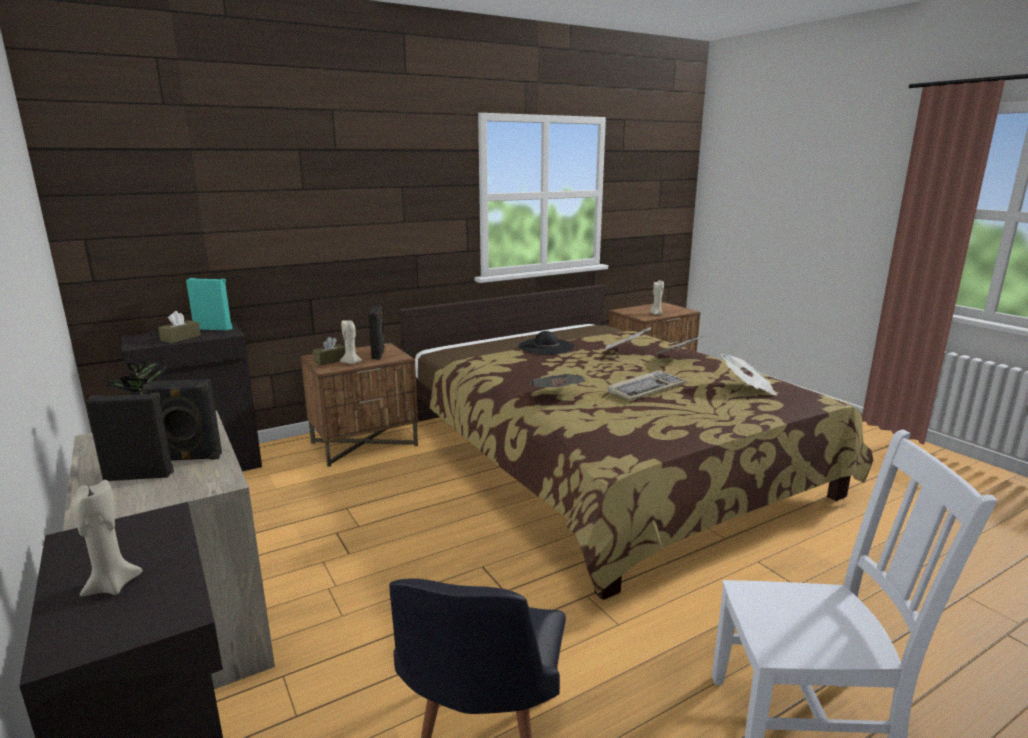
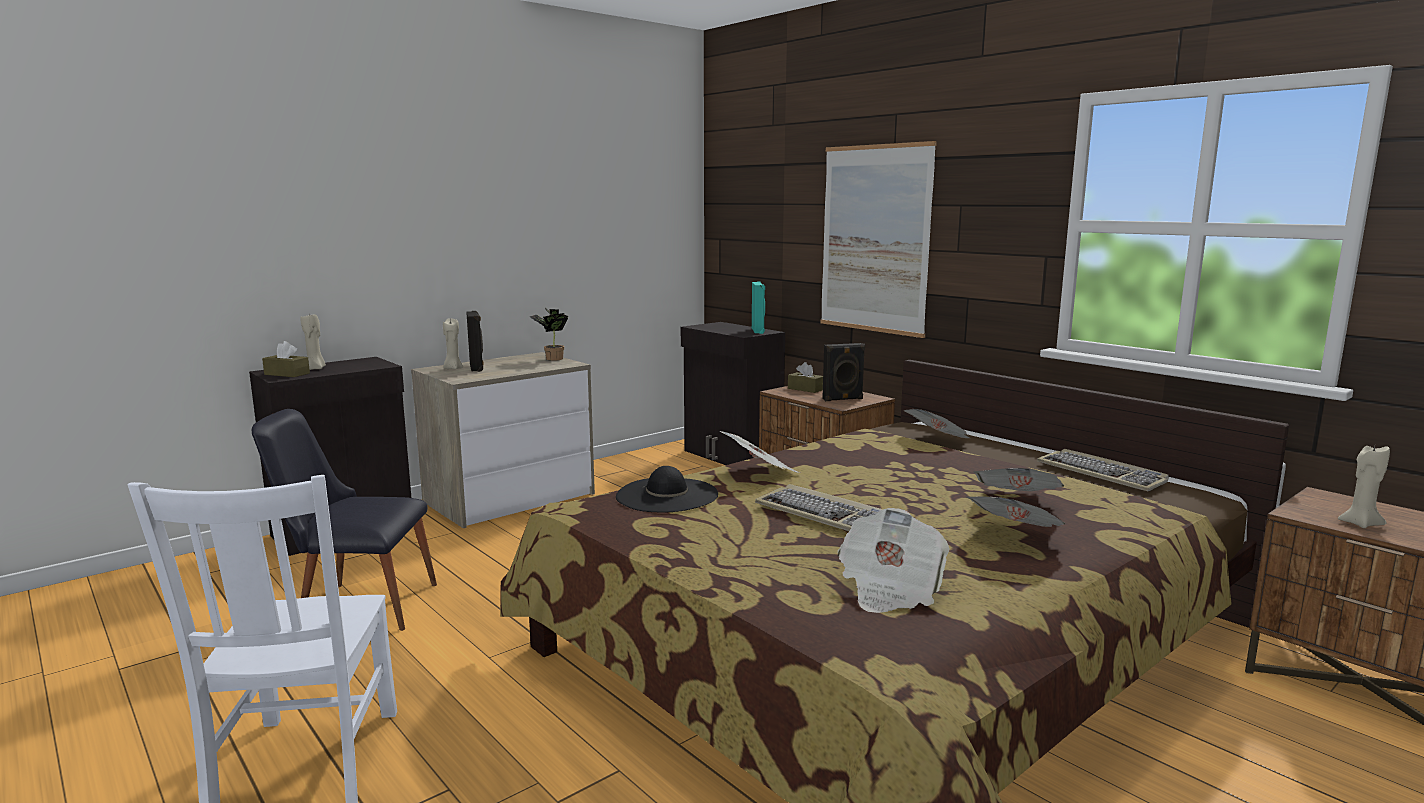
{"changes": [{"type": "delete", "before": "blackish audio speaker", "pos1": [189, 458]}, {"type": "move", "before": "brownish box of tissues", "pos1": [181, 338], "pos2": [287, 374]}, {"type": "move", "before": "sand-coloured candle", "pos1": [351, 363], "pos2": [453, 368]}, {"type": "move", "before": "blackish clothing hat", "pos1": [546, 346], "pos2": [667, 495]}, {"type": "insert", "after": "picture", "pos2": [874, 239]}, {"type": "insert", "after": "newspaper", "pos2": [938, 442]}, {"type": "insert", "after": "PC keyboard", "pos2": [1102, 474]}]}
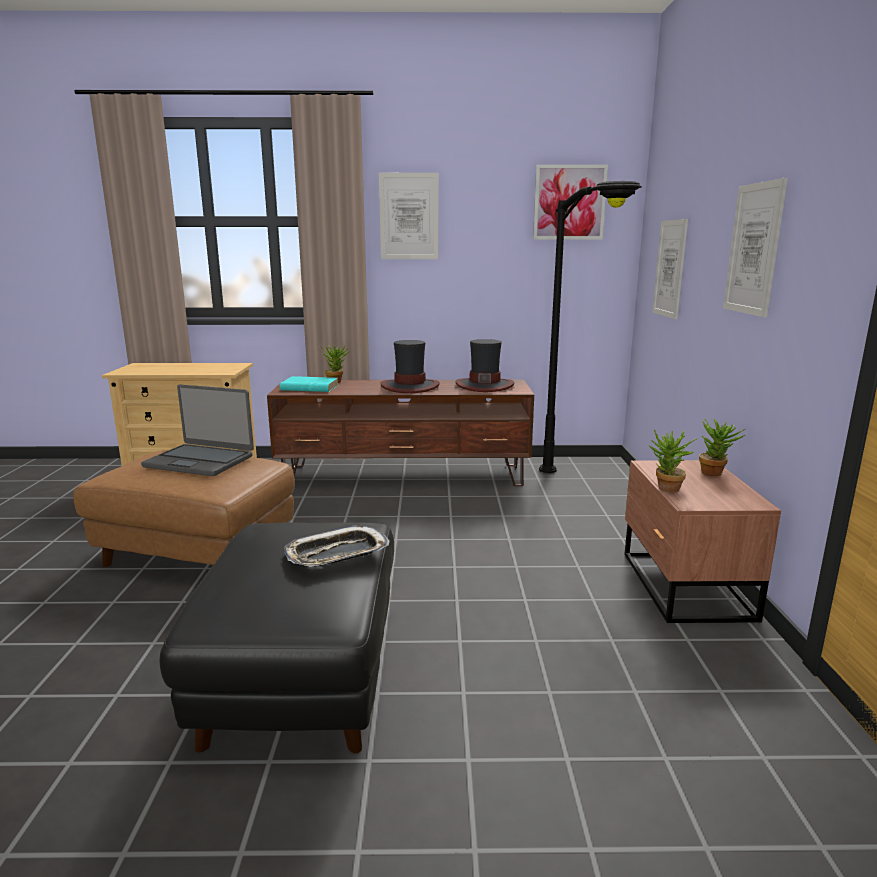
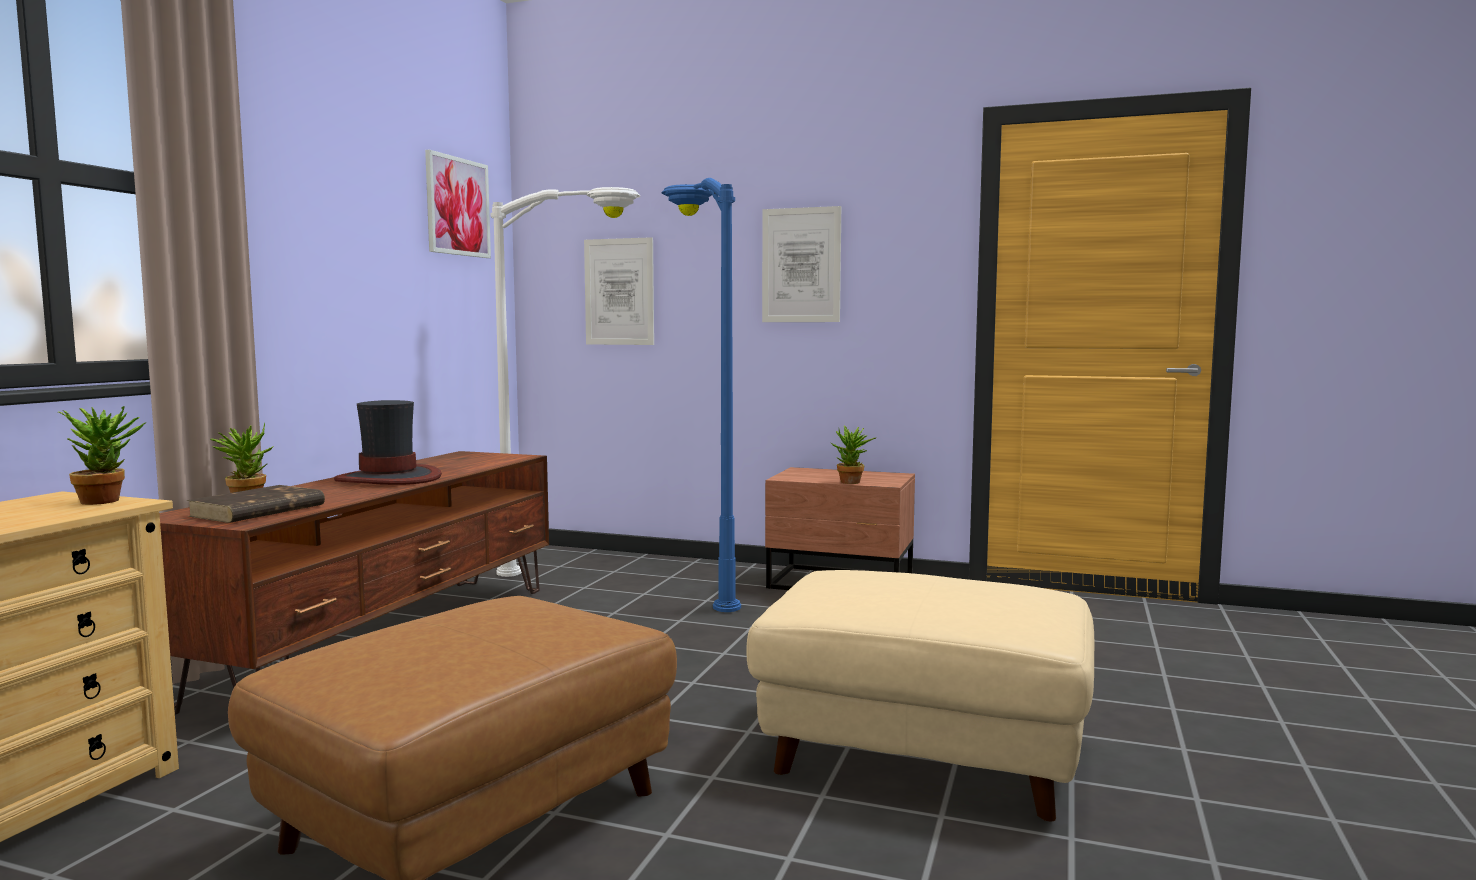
{"changes": [{"type": "delete", "before": "notebook computer", "pos1": [200, 461]}, {"type": "recolor", "before": "blackish pouffe", "after": "sand-coloured pouffe", "pos1": [303, 676], "pos2": [924, 753]}, {"type": "recolor", "before": "turquoise-coloured bound book", "after": "brownish bound book", "pos1": [309, 388], "pos2": [257, 511]}, {"type": "delete", "before": "serving tray", "pos1": [337, 554]}, {"type": "delete", "before": "picture", "pos1": [409, 216]}, {"type": "delete", "before": "clothing hat", "pos1": [484, 385]}, {"type": "recolor", "before": "blackish standard lamp", "after": "white-coloured standard lamp", "pos1": [579, 489], "pos2": [588, 572]}, {"type": "move", "before": "houseplant", "pos1": [715, 473], "pos2": [107, 500]}, {"type": "insert", "after": "blue standard lamp", "pos2": [700, 585]}]}
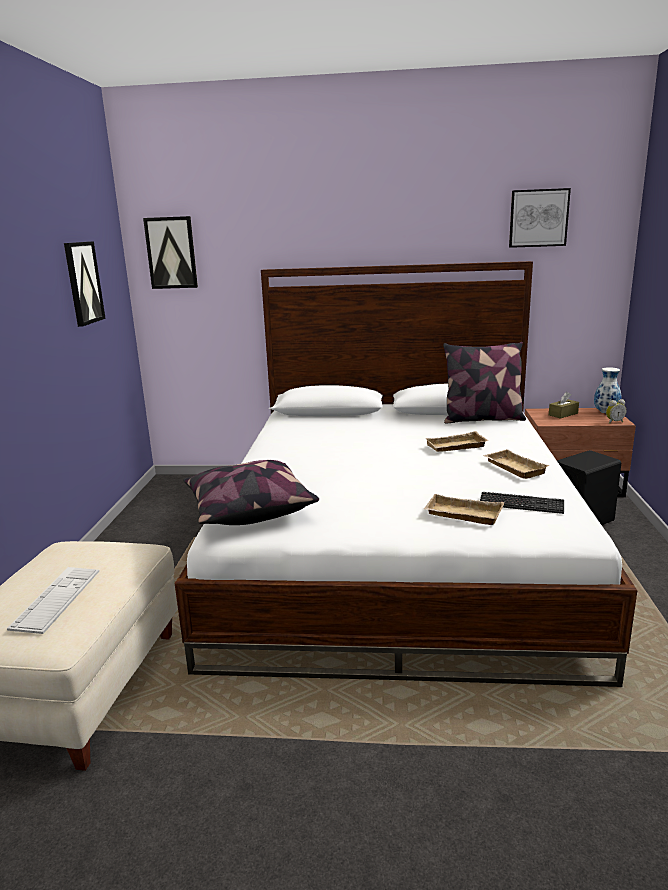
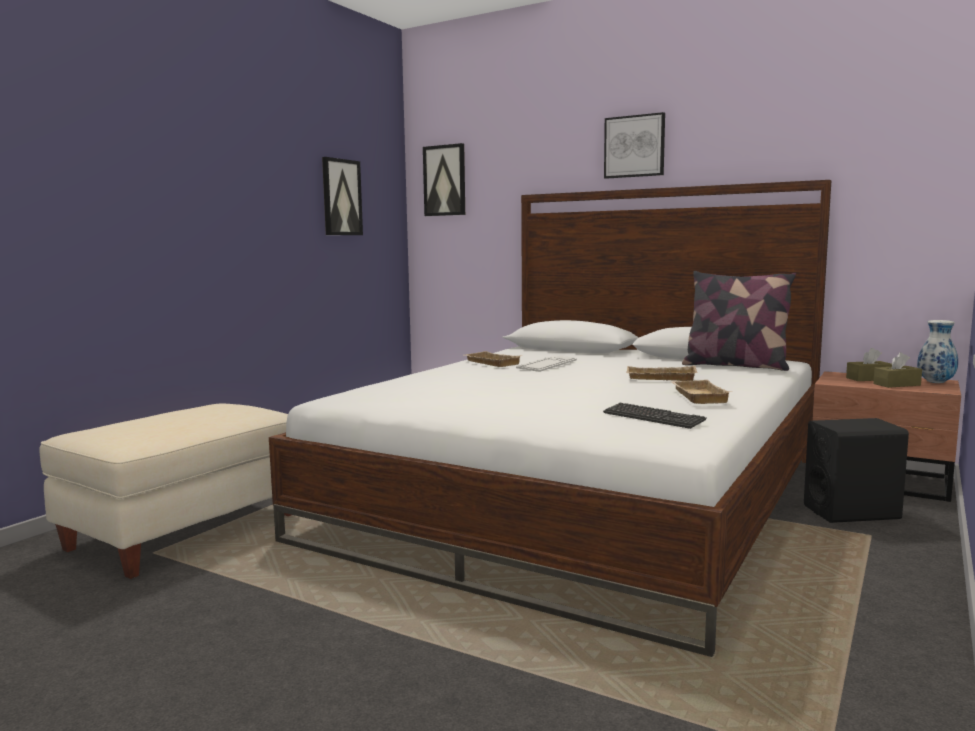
{"changes": [{"type": "move", "before": "PC keyboard", "pos1": [57, 599], "pos2": [547, 364]}, {"type": "delete", "before": "throw pillow", "pos1": [248, 509]}, {"type": "move", "before": "sand-coloured serving tray", "pos1": [462, 515], "pos2": [490, 363]}, {"type": "move", "before": "picture", "pos1": [538, 218], "pos2": [634, 146]}, {"type": "delete", "before": "table clock", "pos1": [614, 422]}, {"type": "insert", "after": "brownish box of tissues", "pos2": [896, 384]}]}
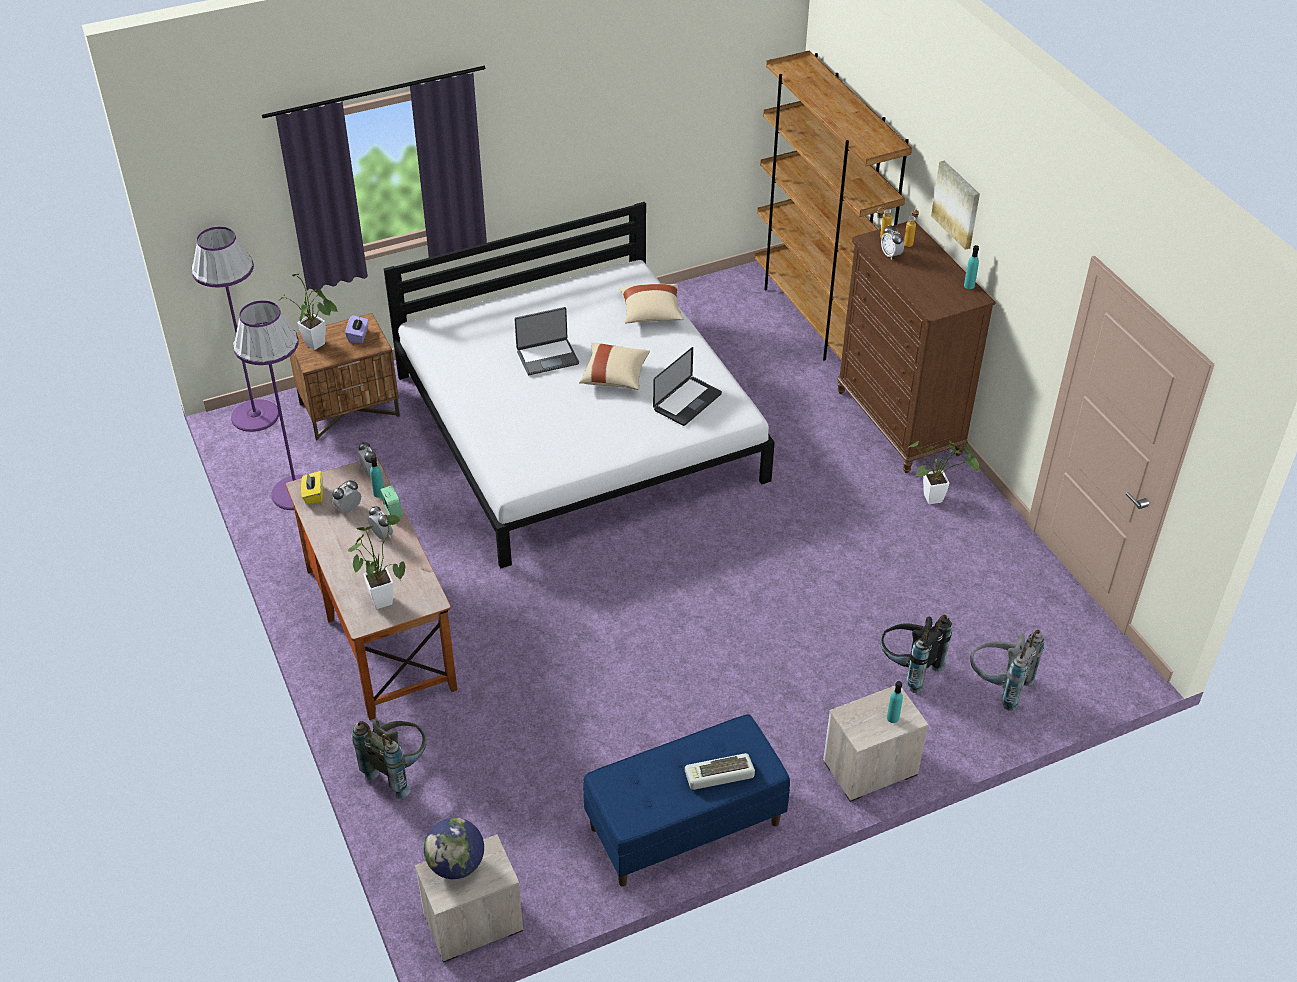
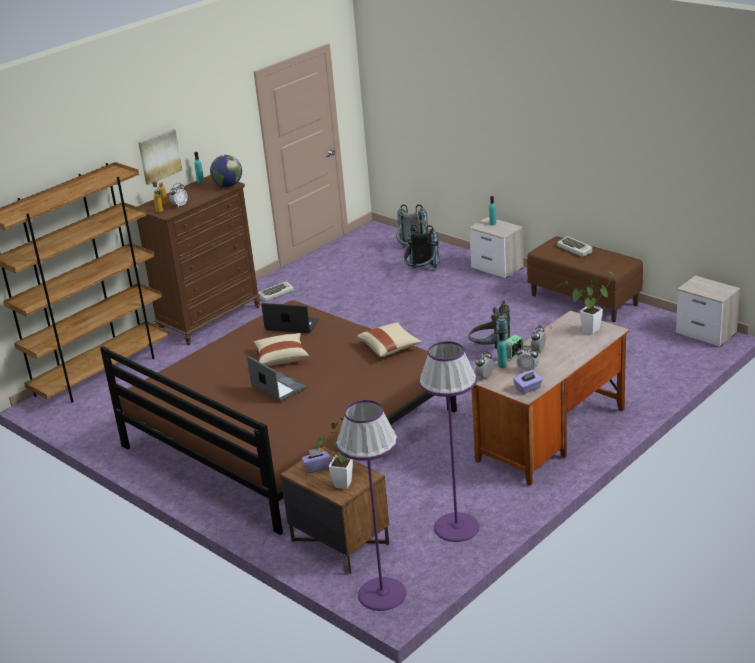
{"changes": [{"type": "recolor", "before": "yellow-coloured box of tissues", "after": "purple-coloured box of tissues", "pos1": [313, 495], "pos2": [528, 388]}, {"type": "move", "before": "grey rucksack", "pos1": [398, 769], "pos2": [491, 353]}, {"type": "recolor", "before": "white-coloured bedroom bed", "after": "brownish bedroom bed", "pos1": [578, 426], "pos2": [288, 428]}, {"type": "move", "before": "world globe", "pos1": [456, 865], "pos2": [228, 185]}, {"type": "recolor", "before": "blue bench", "after": "brownish bench", "pos1": [684, 826], "pos2": [584, 300]}, {"type": "move", "before": "sand-coloured throw pillow", "pos1": [651, 313], "pos2": [390, 348]}, {"type": "replace", "before": "houseplant", "after": "PC keyboard", "pos1": [937, 498], "pos2": [276, 294]}]}
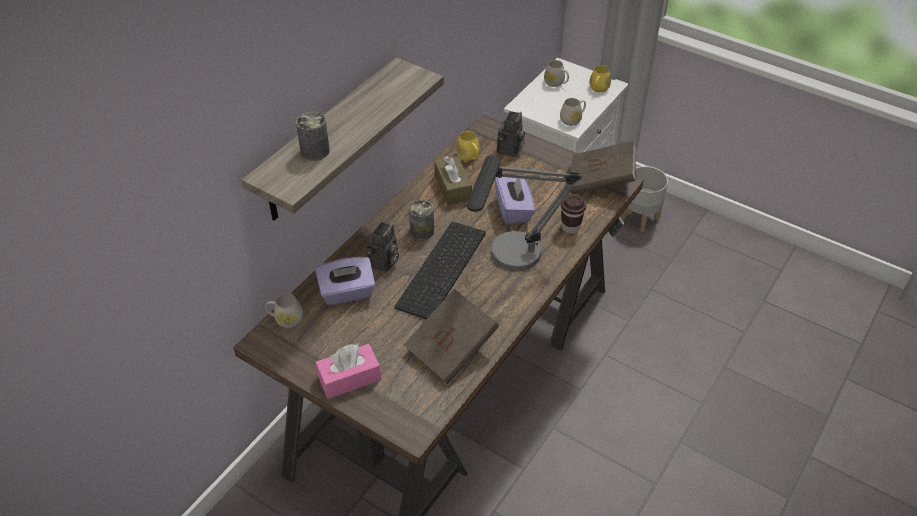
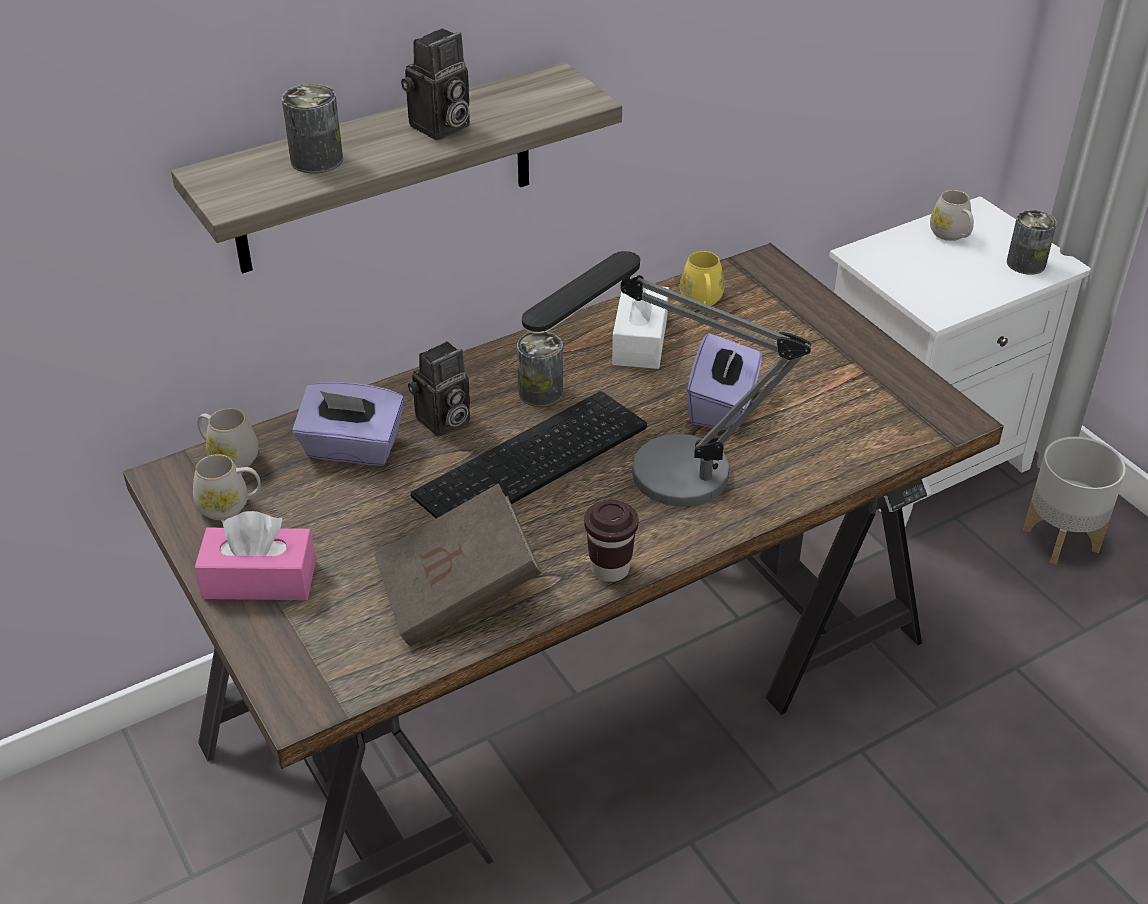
{"changes": [{"type": "recolor", "before": "brownish box of tissues", "after": "white-coloured box of tissues", "pos1": [453, 188], "pos2": [640, 341]}, {"type": "move", "before": "still camera", "pos1": [510, 150], "pos2": [440, 128]}, {"type": "move", "before": "white-coloured mug", "pos1": [572, 119], "pos2": [230, 506]}, {"type": "move", "before": "brownish cup", "pos1": [570, 227], "pos2": [610, 569]}, {"type": "delete", "before": "brownish bound book", "pos1": [600, 181]}, {"type": "replace", "before": "yellow-coloured mug", "after": "sealed can", "pos1": [598, 89], "pos2": [1026, 263]}]}
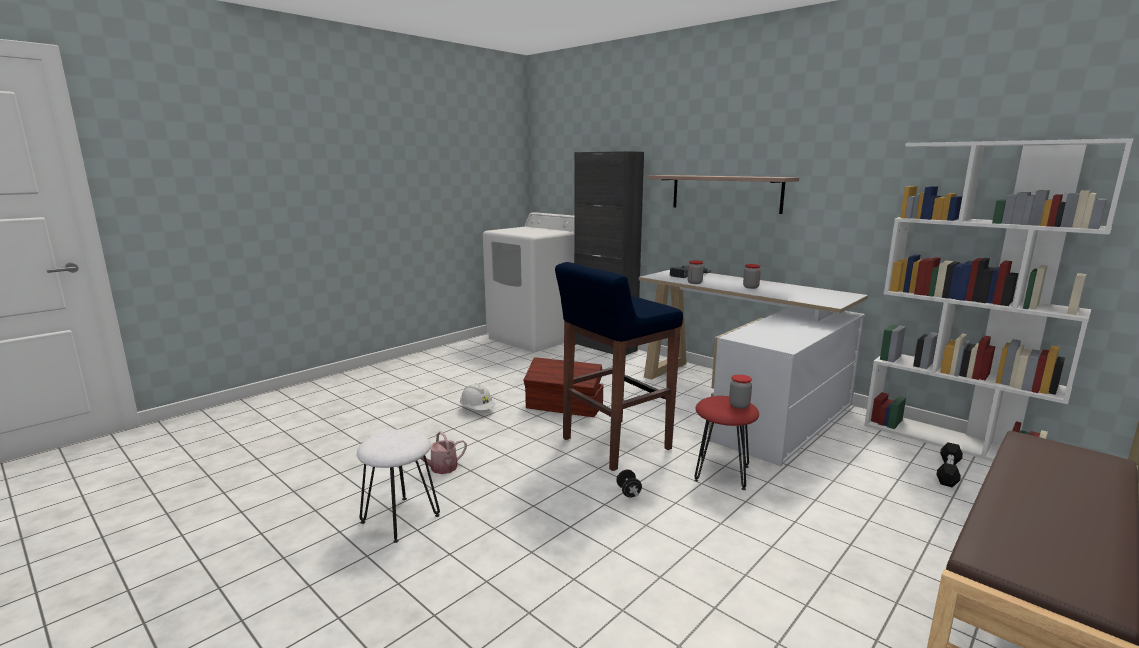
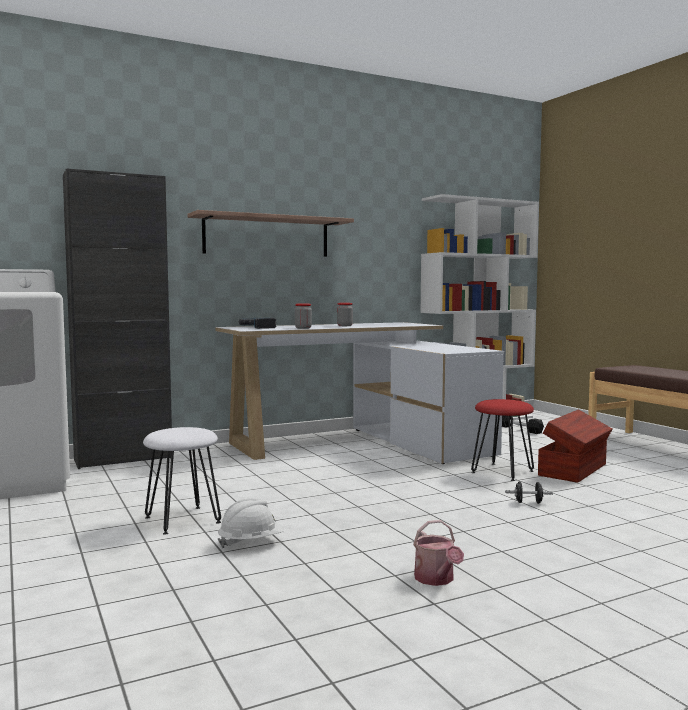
{"changes": [{"type": "move", "before": "white-coloured sitting stool", "pos1": [400, 518], "pos2": [181, 520]}, {"type": "move", "before": "brownish storage container", "pos1": [564, 407], "pos2": [574, 470]}, {"type": "delete", "before": "blue sitting stool", "pos1": [614, 444]}, {"type": "delete", "before": "preserve jar", "pos1": [739, 405]}]}
